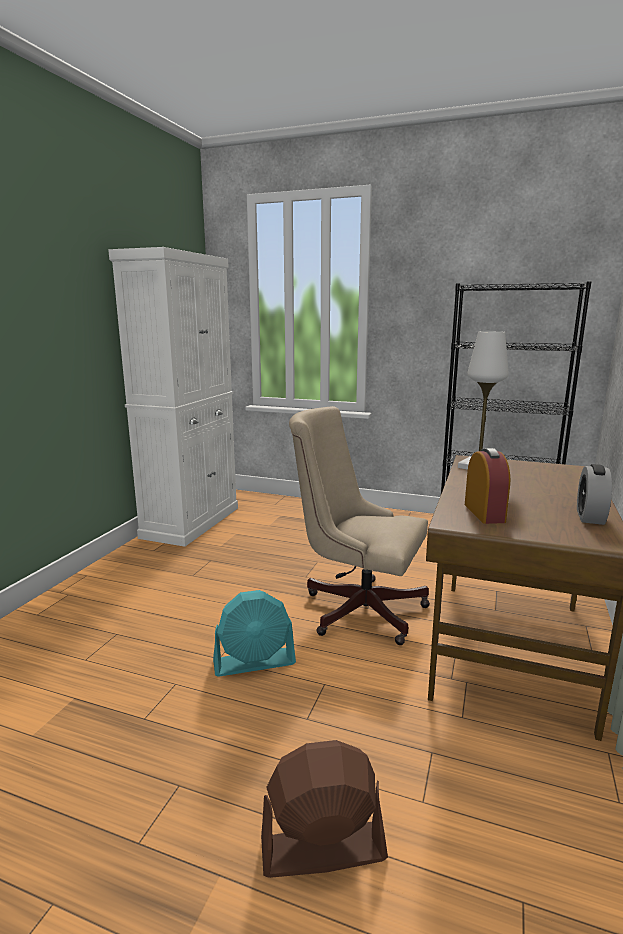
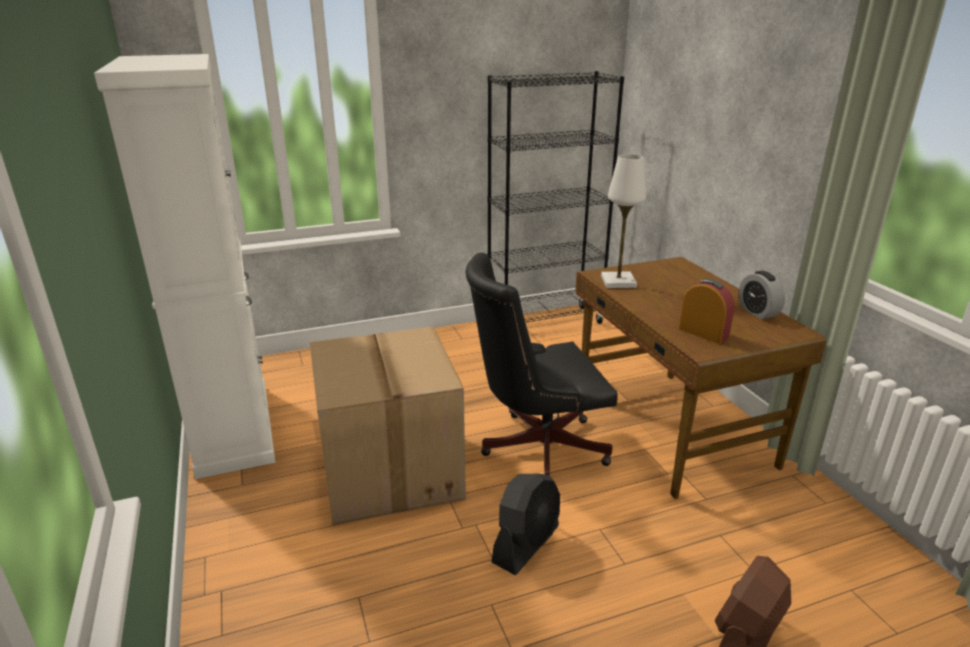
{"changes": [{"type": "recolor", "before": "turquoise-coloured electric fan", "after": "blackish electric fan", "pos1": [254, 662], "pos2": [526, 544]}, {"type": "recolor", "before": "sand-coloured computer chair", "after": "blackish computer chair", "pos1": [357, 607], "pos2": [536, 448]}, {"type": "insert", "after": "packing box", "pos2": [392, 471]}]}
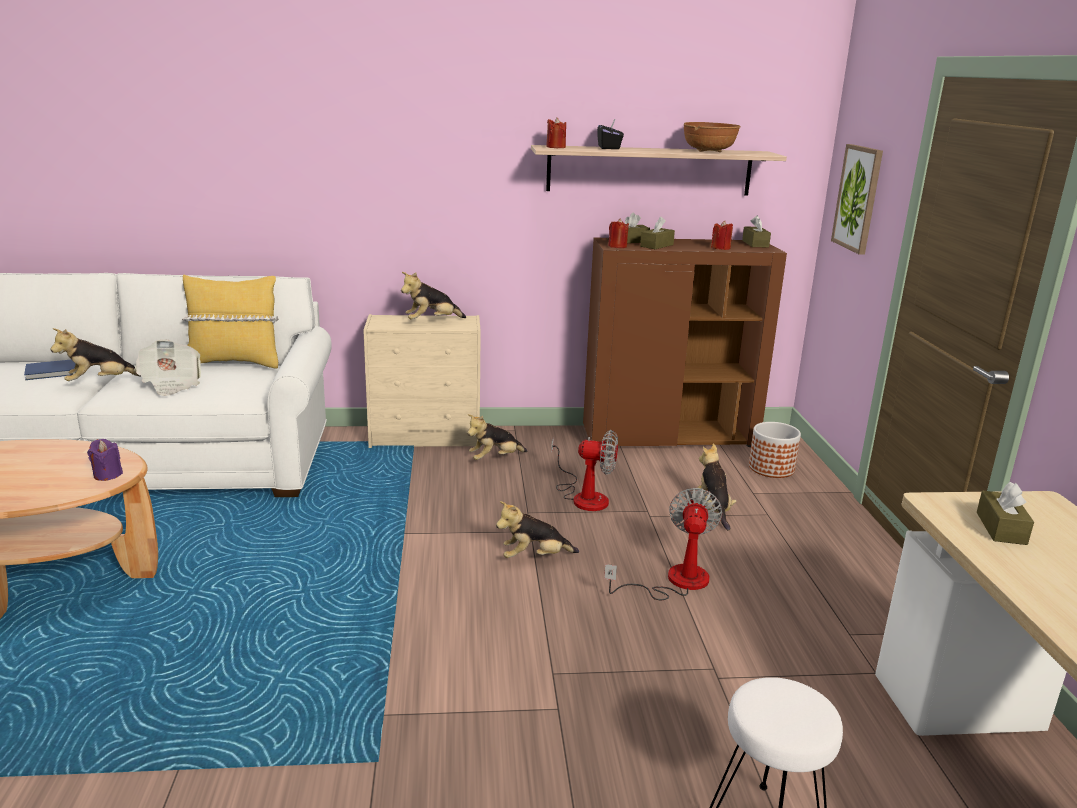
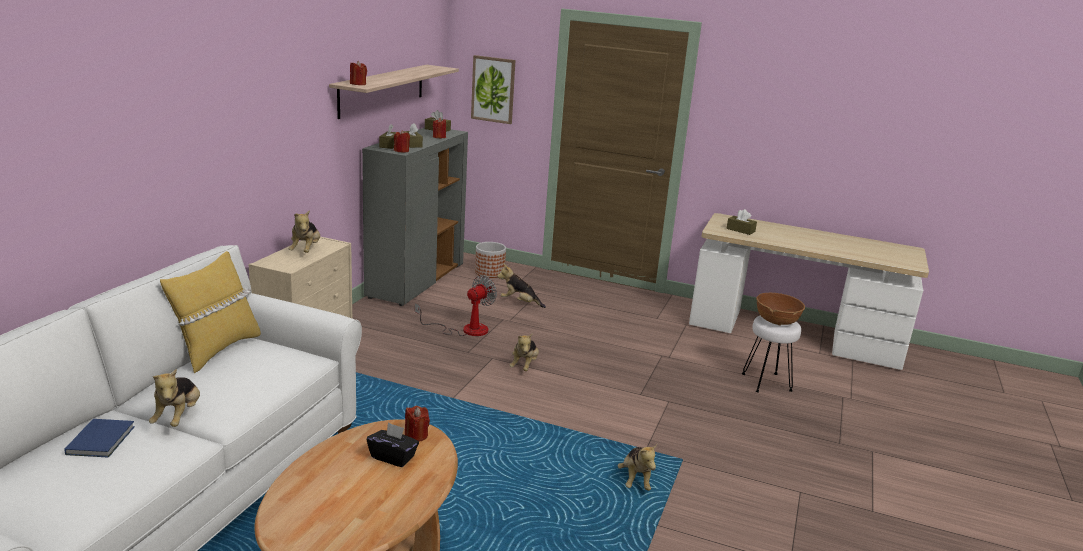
{"changes": [{"type": "recolor", "before": "purple-coloured candle", "after": "red candle", "pos1": [107, 475], "pos2": [416, 435]}, {"type": "delete", "before": "newspaper", "pos1": [171, 384]}, {"type": "move", "before": "plush toy", "pos1": [494, 459], "pos2": [635, 480]}, {"type": "recolor", "before": "brownish cupboard", "after": "grey cupboard", "pos1": [669, 437], "pos2": [416, 281]}, {"type": "move", "before": "blackish box of tissues", "pos1": [609, 148], "pos2": [393, 457]}, {"type": "delete", "before": "electric fan", "pos1": [674, 582]}, {"type": "move", "before": "brownish serving bowl", "pos1": [709, 151], "pos2": [776, 321]}]}
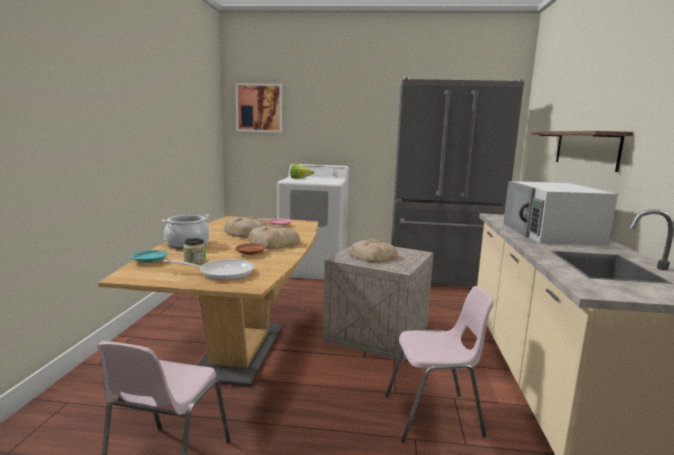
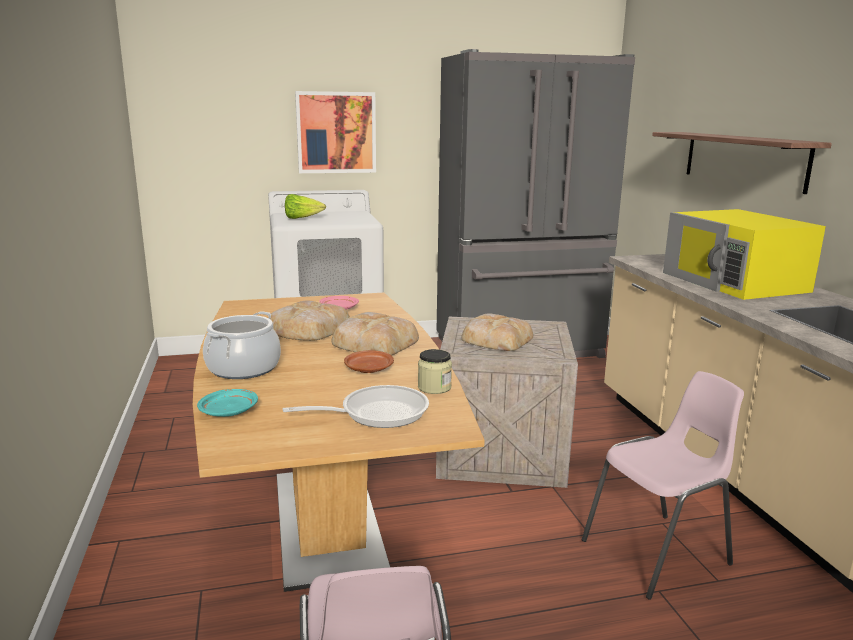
{"changes": [{"type": "move", "before": "preserve jar", "pos1": [195, 261], "pos2": [434, 387]}, {"type": "move", "before": "picture", "pos1": [259, 108], "pos2": [336, 132]}, {"type": "recolor", "before": "white-coloured kitchen microwave", "after": "yellow-coloured kitchen microwave", "pos1": [551, 234], "pos2": [735, 282]}]}
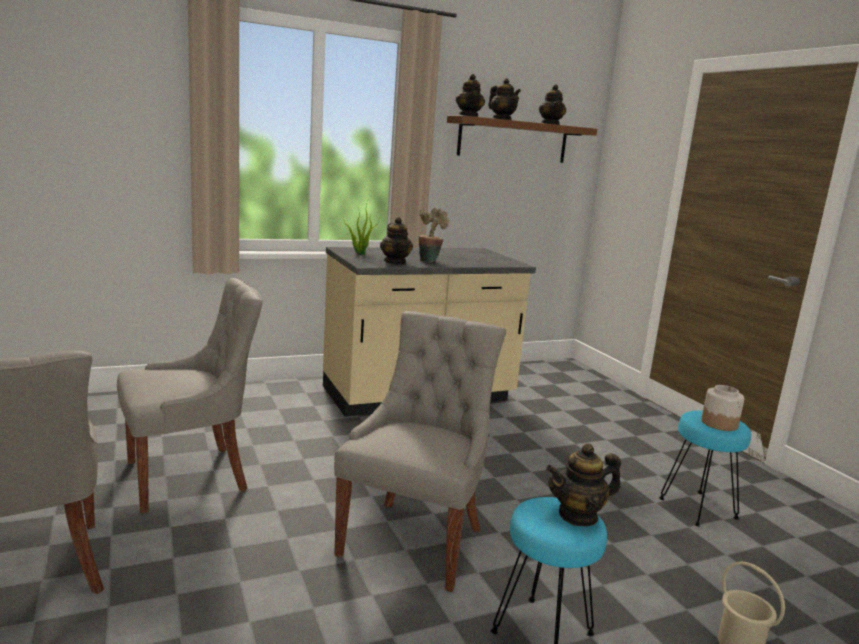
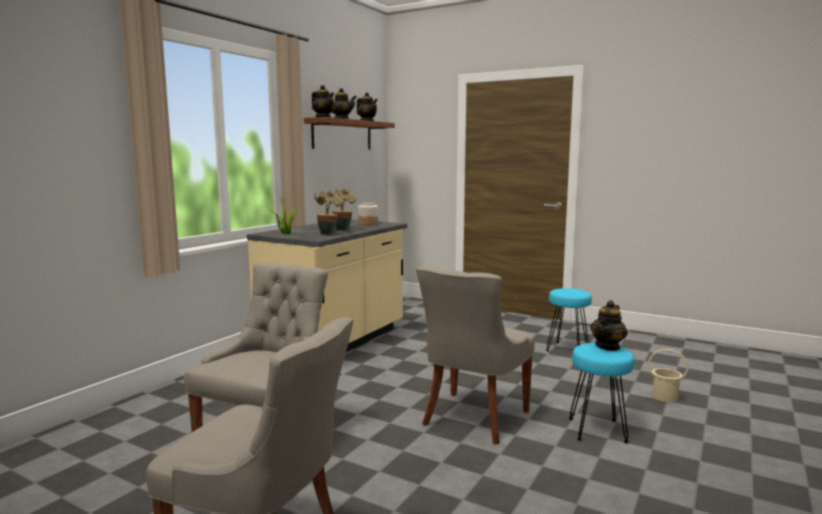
{"changes": [{"type": "rotate", "before": "grey plain chair", "pos1": [415, 540], "pos2": [473, 418], "turn": -135}, {"type": "replace", "before": "tea pot", "after": "houseplant", "pos1": [395, 262], "pos2": [328, 234]}, {"type": "move", "before": "preserve jar", "pos1": [719, 423], "pos2": [368, 224]}]}
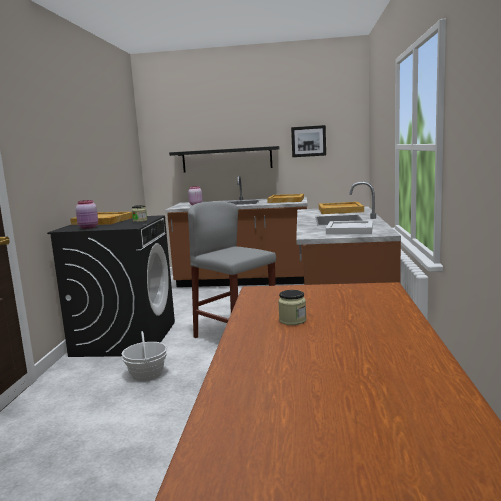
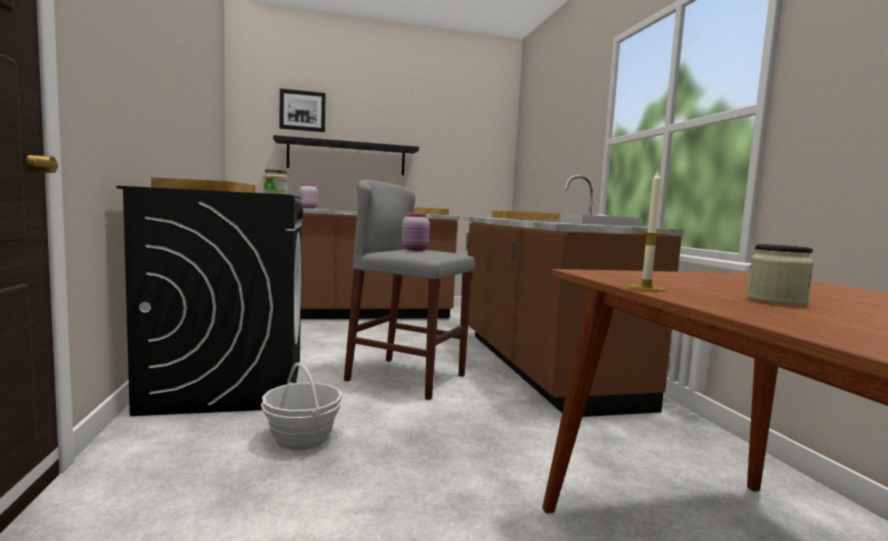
{"changes": [{"type": "move", "before": "pinkish preserve jar", "pos1": [89, 227], "pos2": [415, 250]}, {"type": "move", "before": "picture", "pos1": [308, 141], "pos2": [302, 111]}, {"type": "insert", "after": "candle", "pos2": [646, 288]}]}
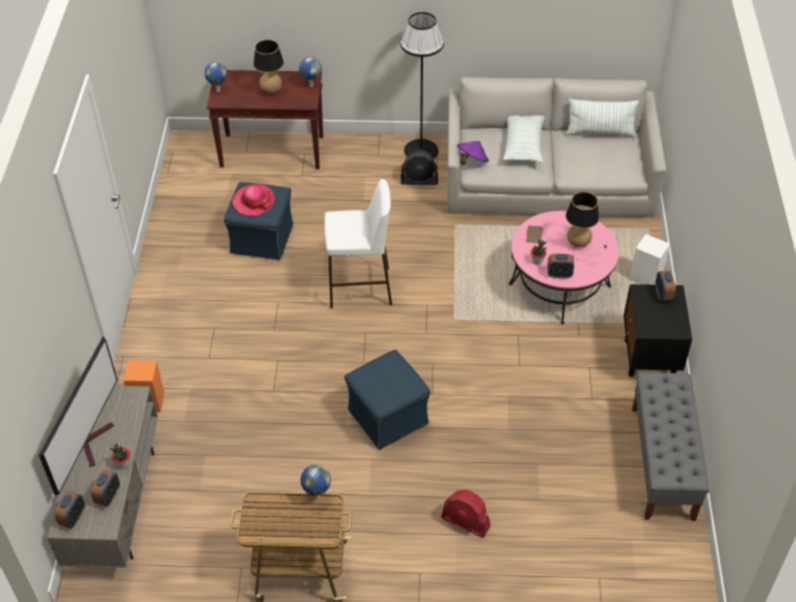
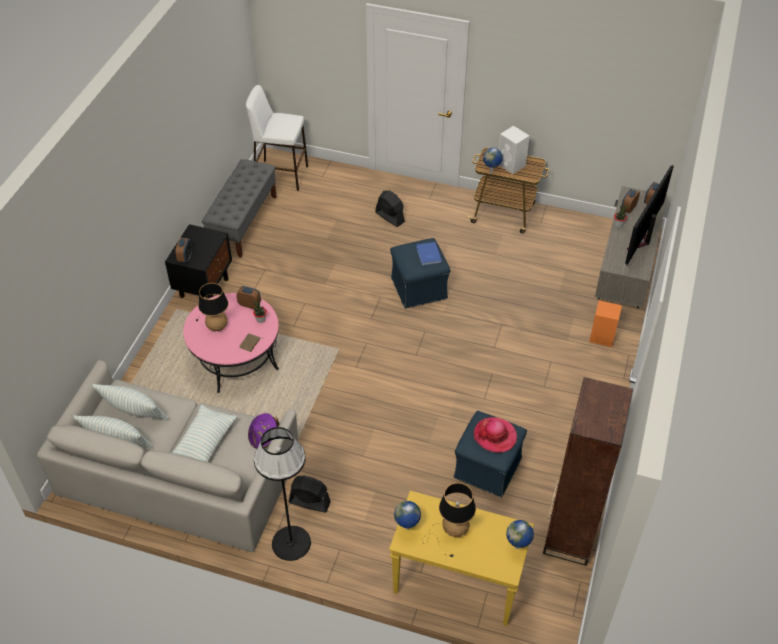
{"changes": [{"type": "recolor", "before": "brownish console table", "after": "yellow-coloured console table", "pos1": [273, 151], "pos2": [456, 584]}, {"type": "move", "before": "white-coloured sitting stool", "pos1": [360, 287], "pos2": [280, 175]}, {"type": "recolor", "before": "red electric fan", "after": "blackish electric fan", "pos1": [465, 522], "pos2": [389, 217]}, {"type": "move", "before": "white-coloured audio speaker", "pos1": [645, 277], "pos2": [512, 165]}, {"type": "insert", "after": "throw pillow", "pos2": [134, 413]}, {"type": "insert", "after": "blue bound book", "pos2": [428, 255]}, {"type": "insert", "after": "brownish bookcase", "pos2": [570, 532]}]}
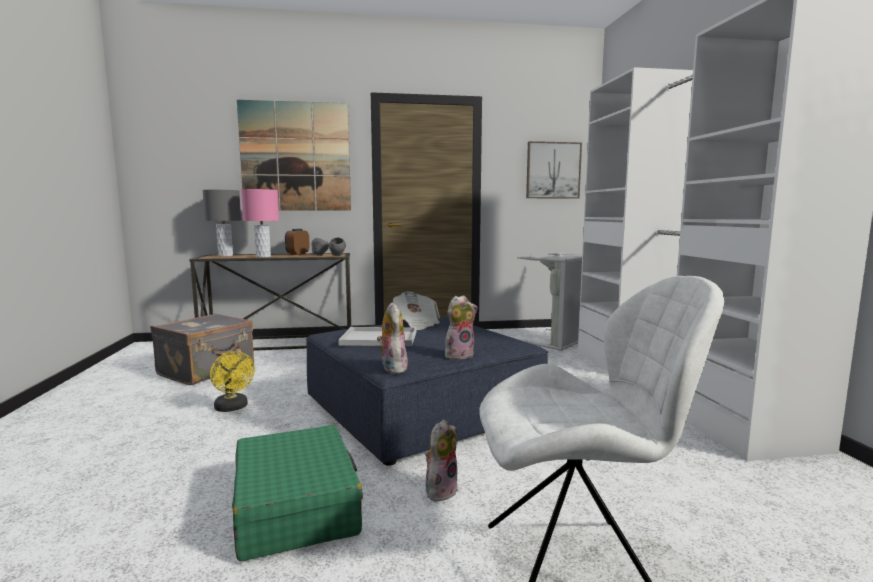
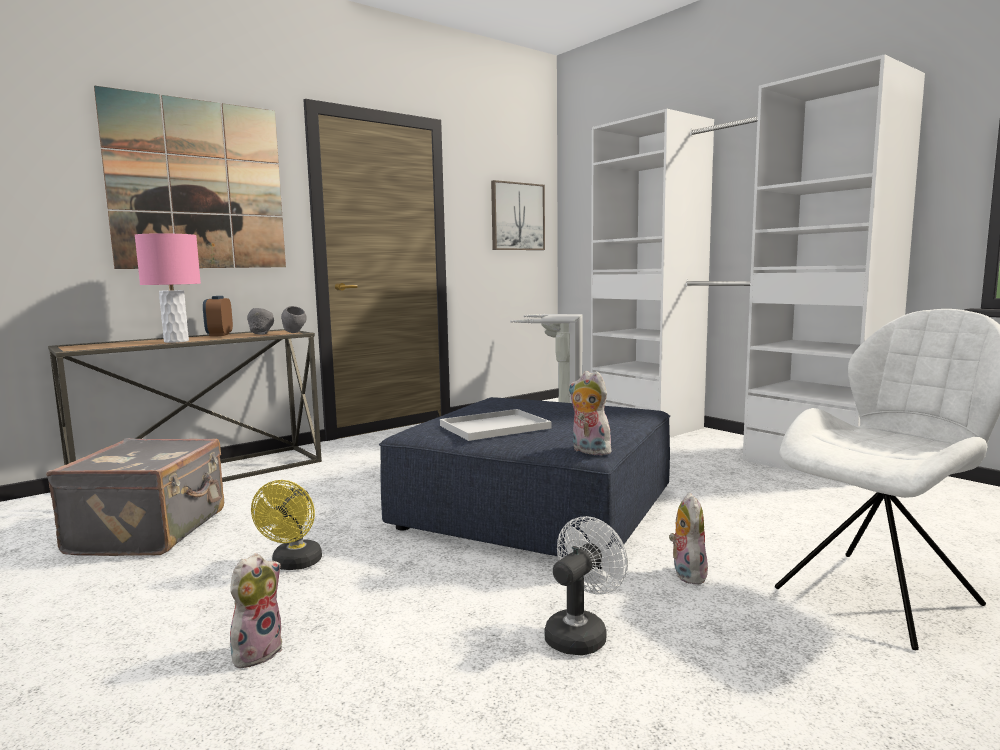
{"changes": [{"type": "delete", "before": "grey lamp for a table", "pos1": [226, 255]}, {"type": "rotate", "before": "yellow-coloured electric fan", "pos1": [233, 408], "pos2": [294, 564], "turn": 75}, {"type": "replace", "before": "green suitcase", "after": "white-coloured electric fan", "pos1": [296, 506], "pos2": [581, 634]}, {"type": "delete", "before": "newspaper", "pos1": [416, 324]}, {"type": "move", "before": "plush toy", "pos1": [459, 355], "pos2": [257, 651]}]}
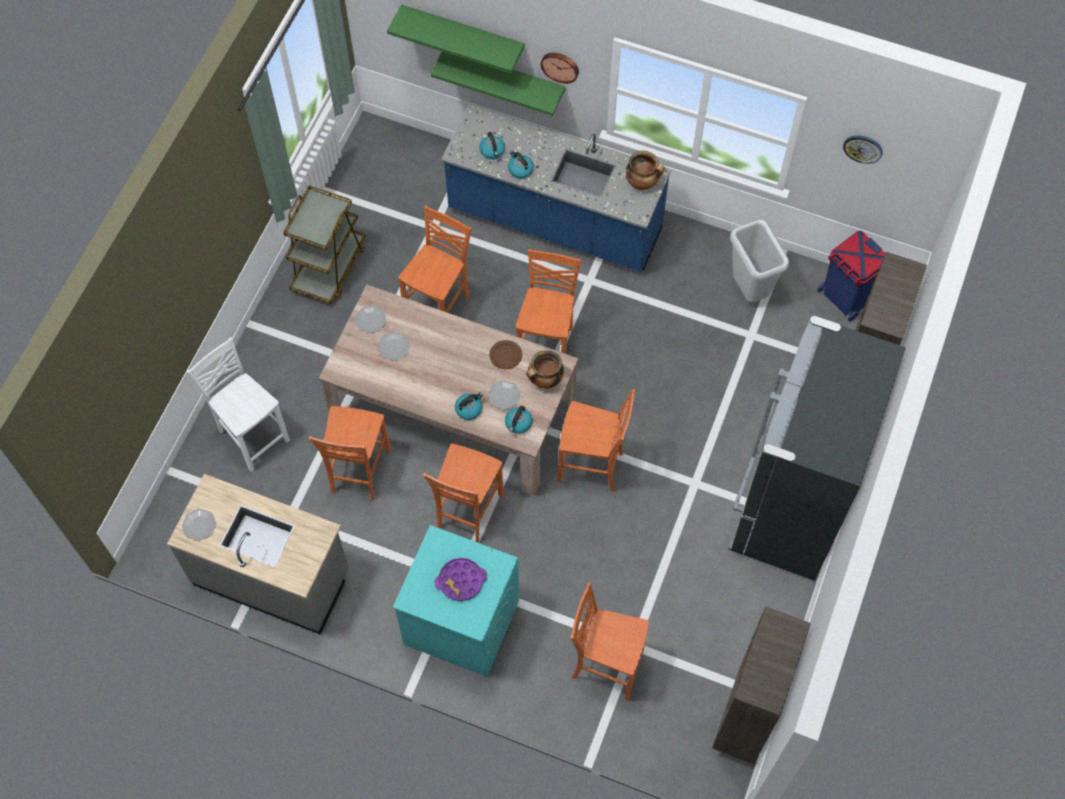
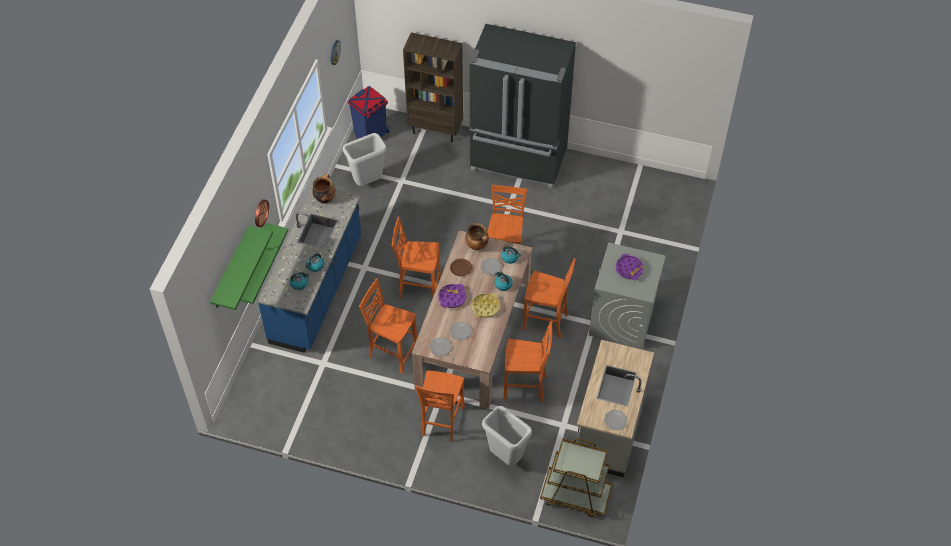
{"changes": [{"type": "replace", "before": "white-coloured plain chair", "after": "grey waste bin", "pos1": [252, 435], "pos2": [505, 457]}, {"type": "move", "before": "brownish trolley", "pos1": [329, 267], "pos2": [575, 495]}, {"type": "recolor", "before": "turquoise-coloured laundry appliance", "after": "grey laundry appliance", "pos1": [461, 622], "pos2": [622, 319]}, {"type": "move", "before": "orange-coloured plain chair", "pos1": [605, 664], "pos2": [441, 422]}, {"type": "delete", "before": "brownish bookcase", "pos1": [745, 721]}, {"type": "insert", "after": "purple-coloured serving tray", "pos2": [452, 298]}, {"type": "insert", "after": "yellow-coloured serving tray", "pos2": [485, 307]}]}
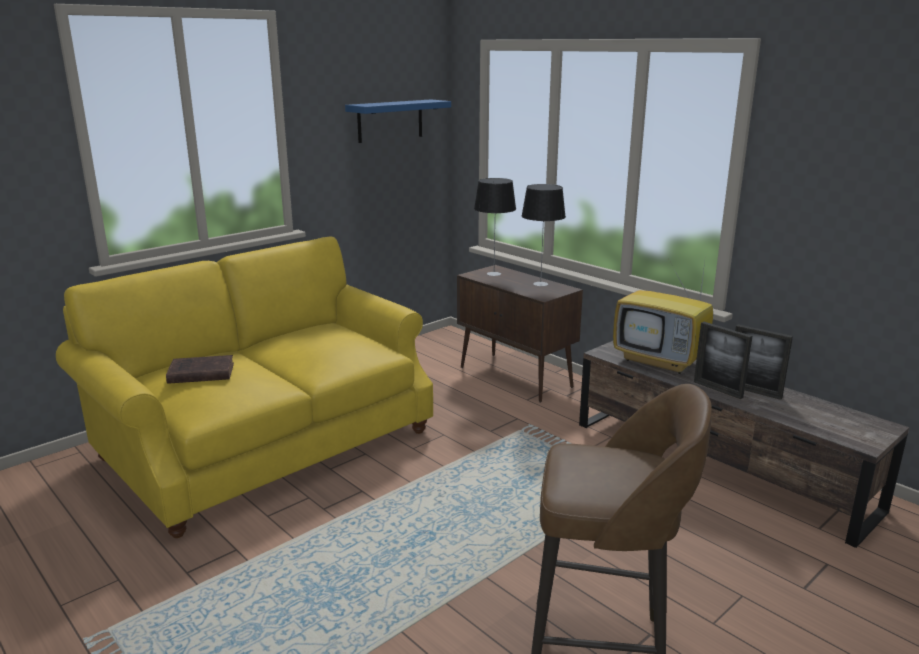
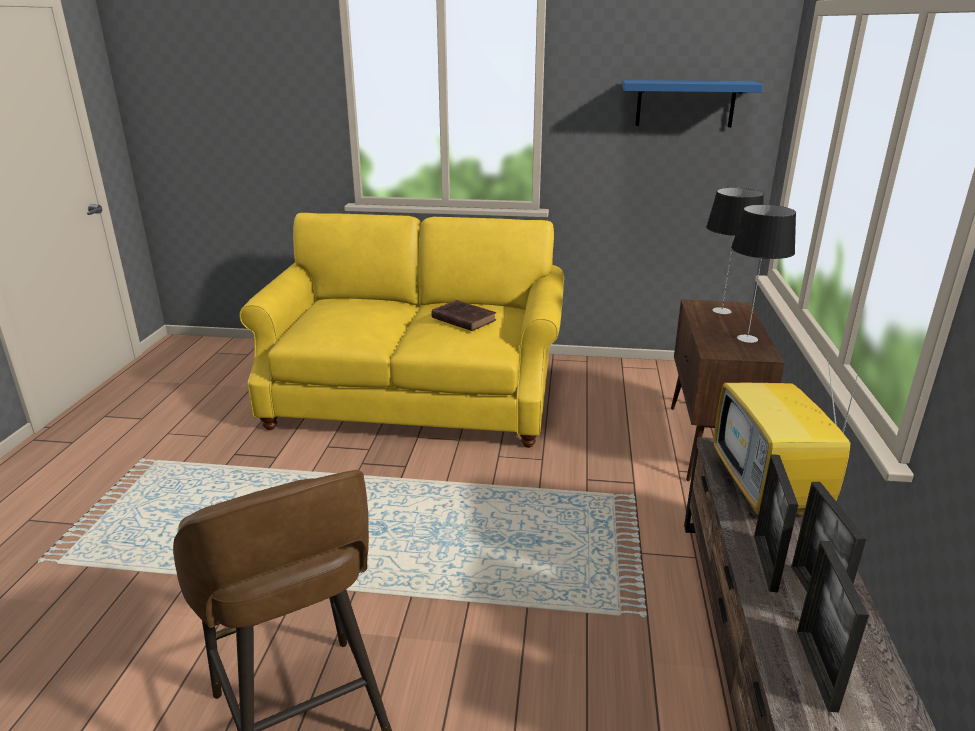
{"changes": [{"type": "move", "before": "brownish bound book", "pos1": [199, 374], "pos2": [462, 319]}, {"type": "insert", "after": "photo frame", "pos2": [816, 669]}]}
